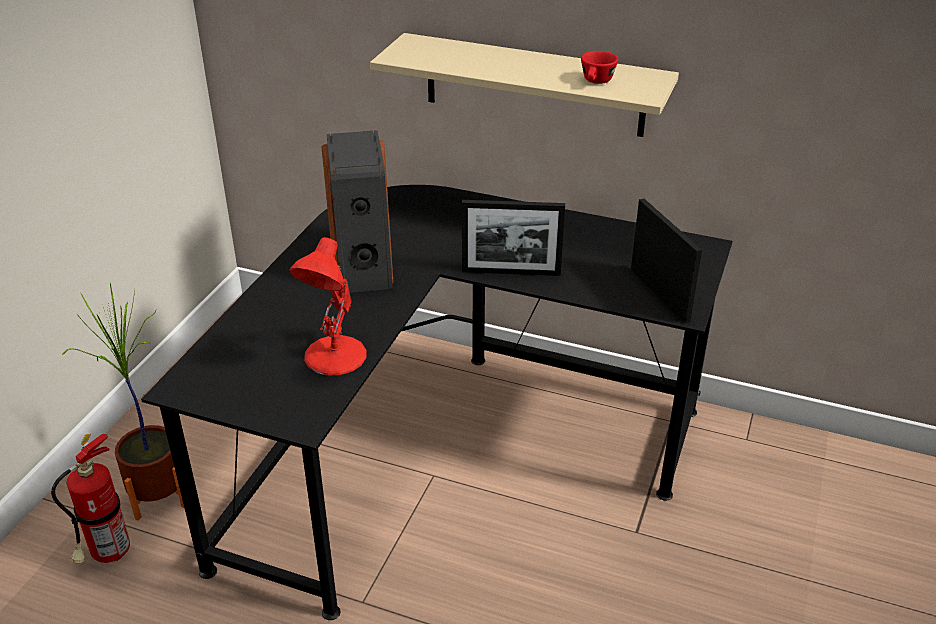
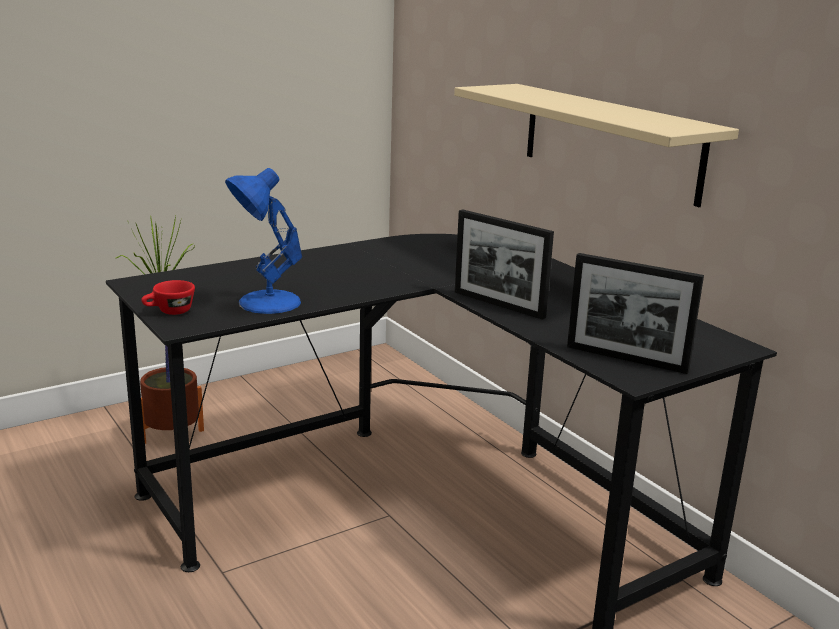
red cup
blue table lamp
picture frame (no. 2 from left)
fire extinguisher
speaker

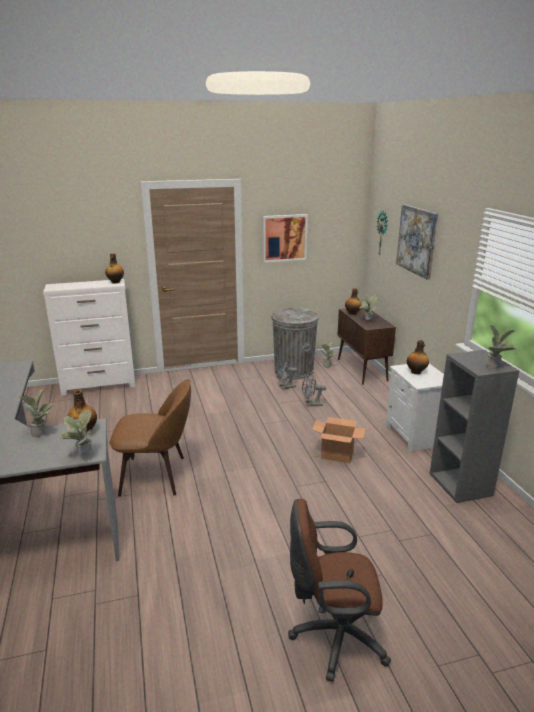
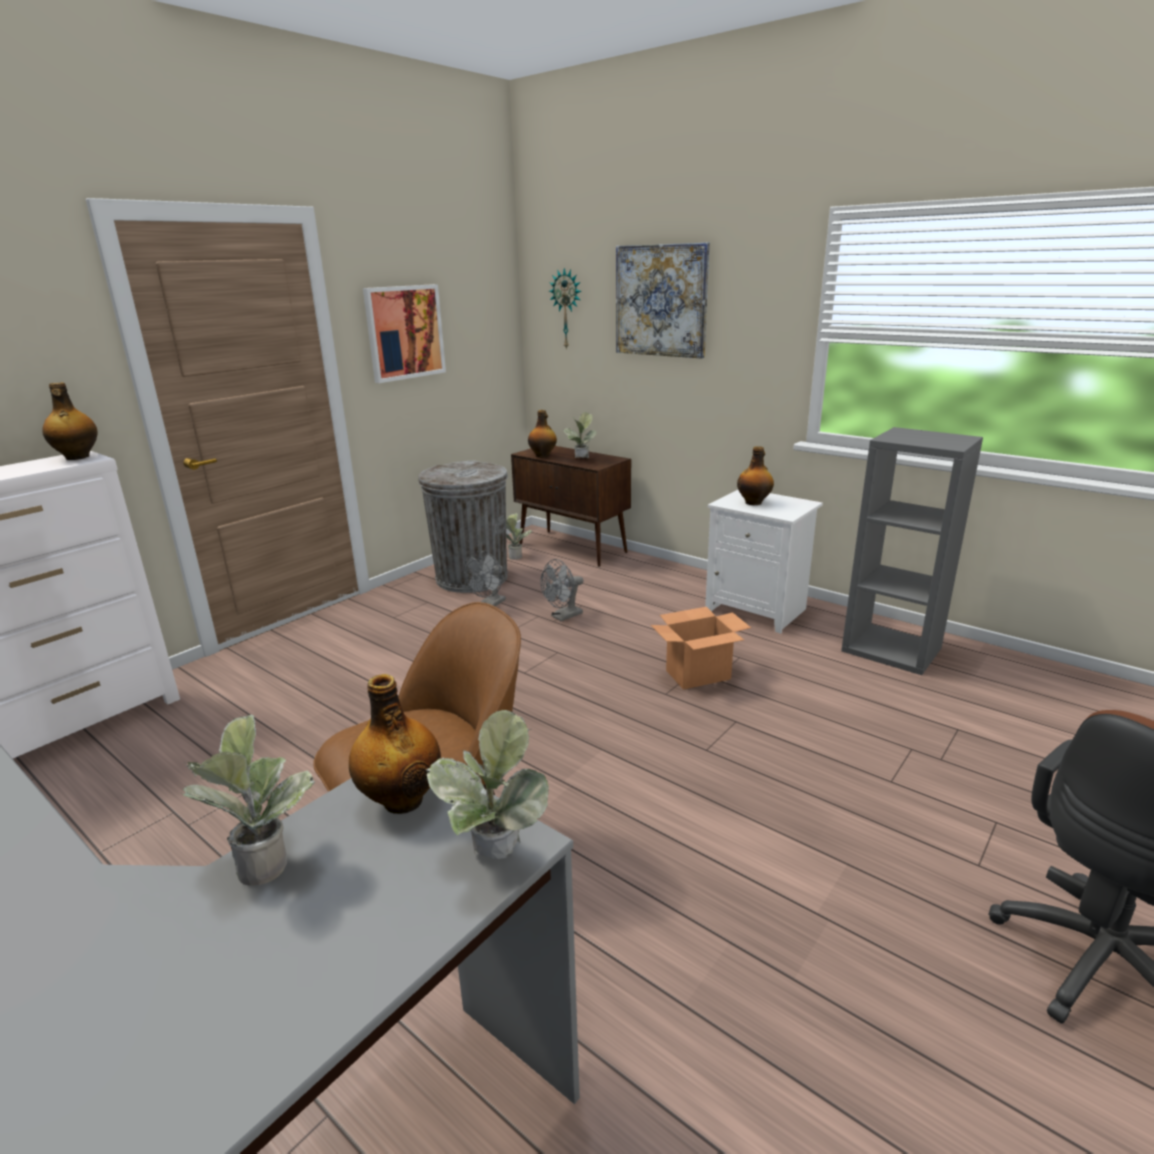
potted plant (no. 5 from left in the first image)

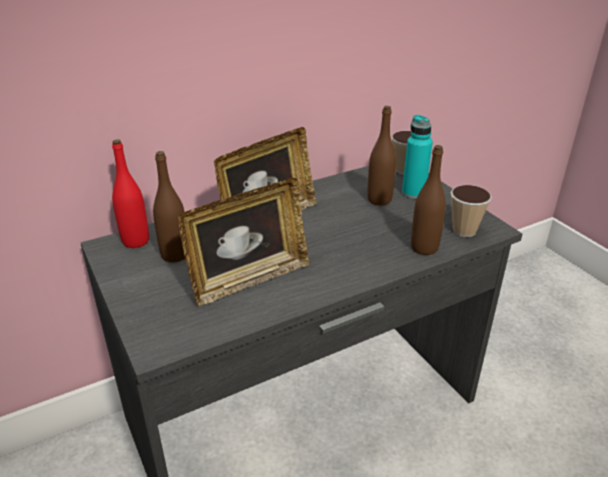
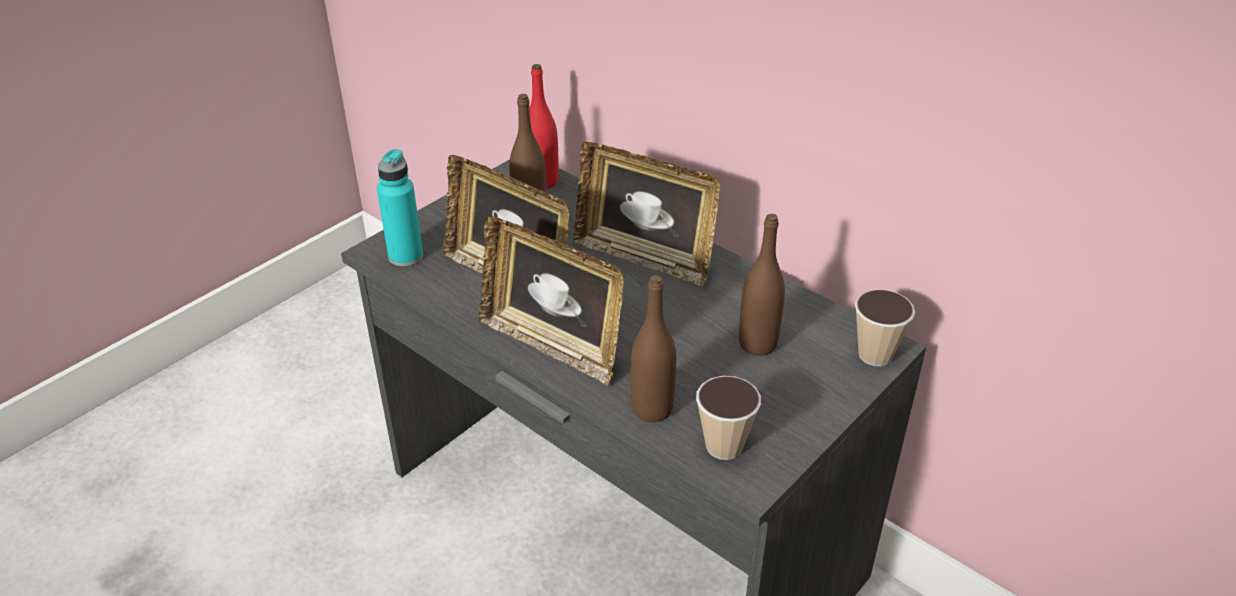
turquoise bottle
picture frame (no. 2 from left)

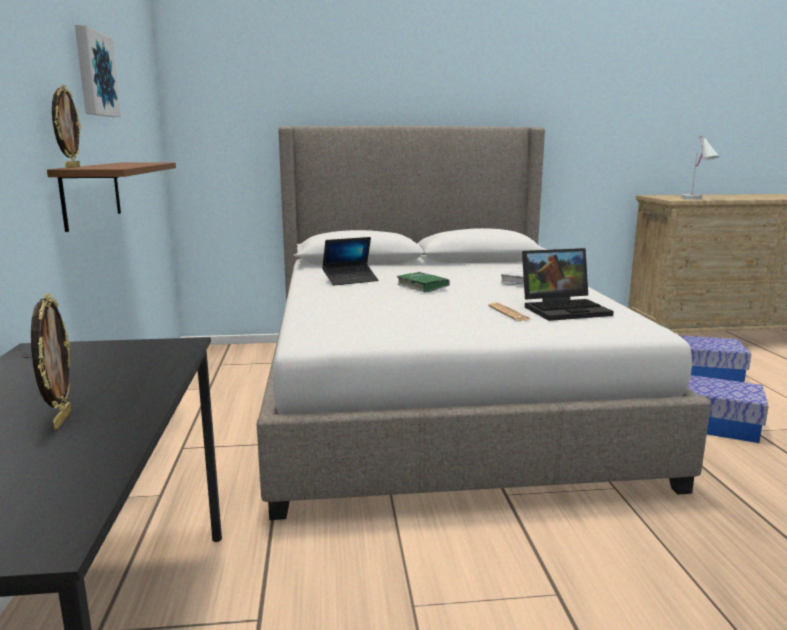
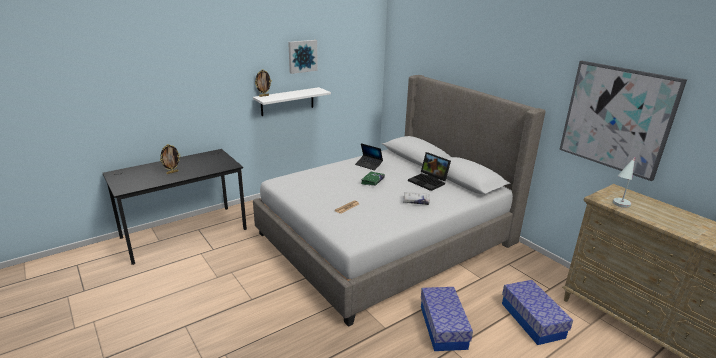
white shelf
laptop (no. 2 from left)
picture (no. 2 from left)

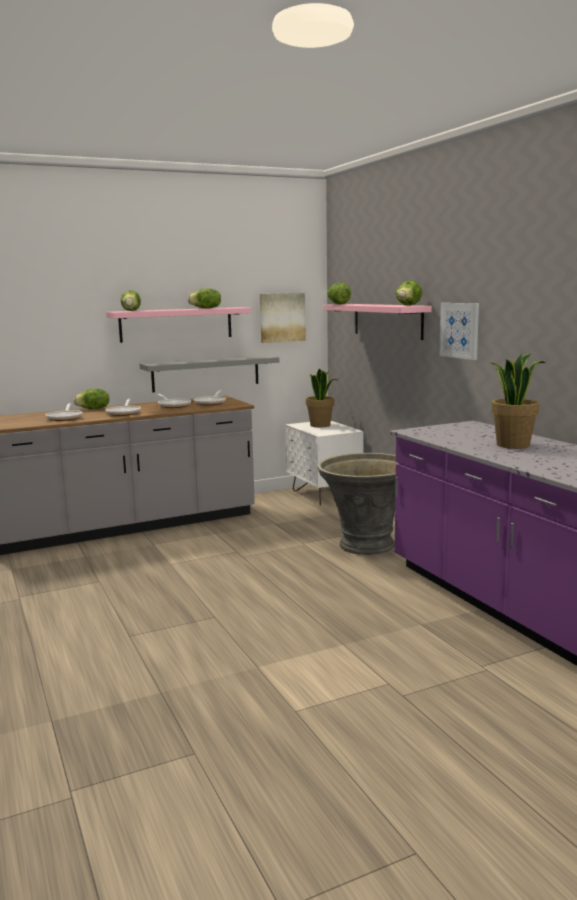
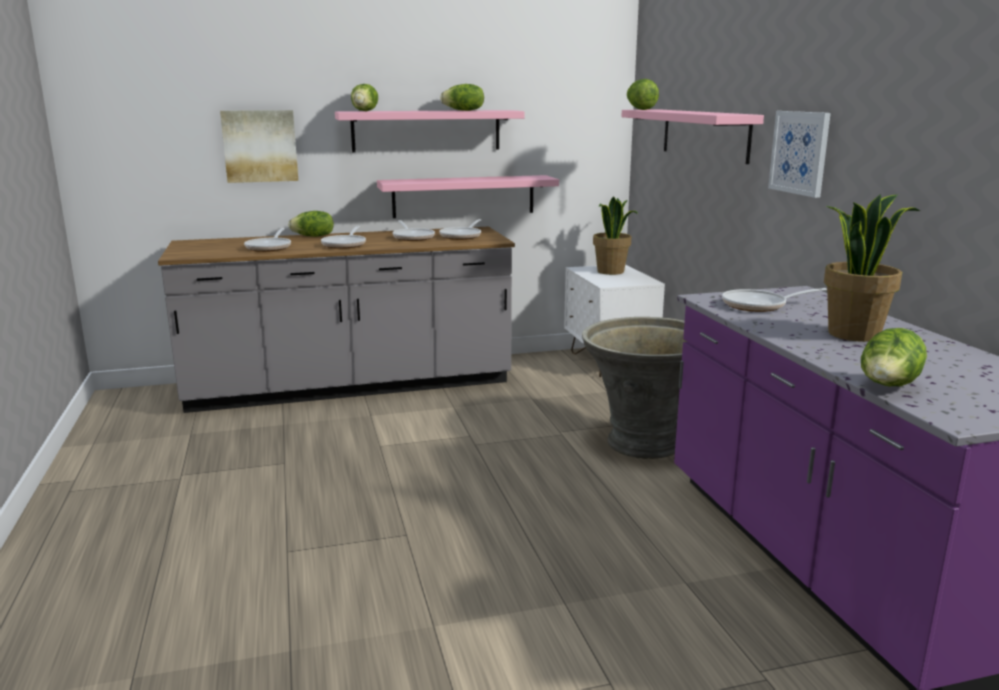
picture (no. 1 from left)
pink shelf (no. 2 from left)
frying pan (no. 5 from left)
lettuce (no. 5 from left)

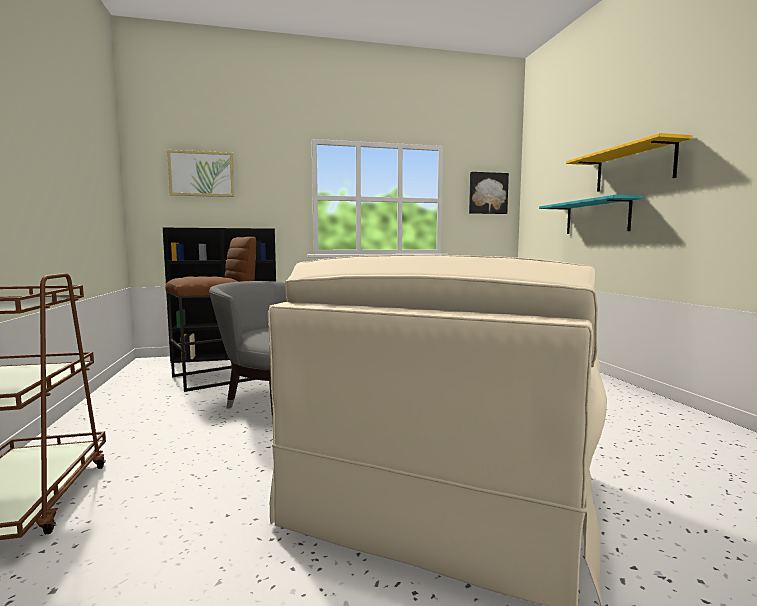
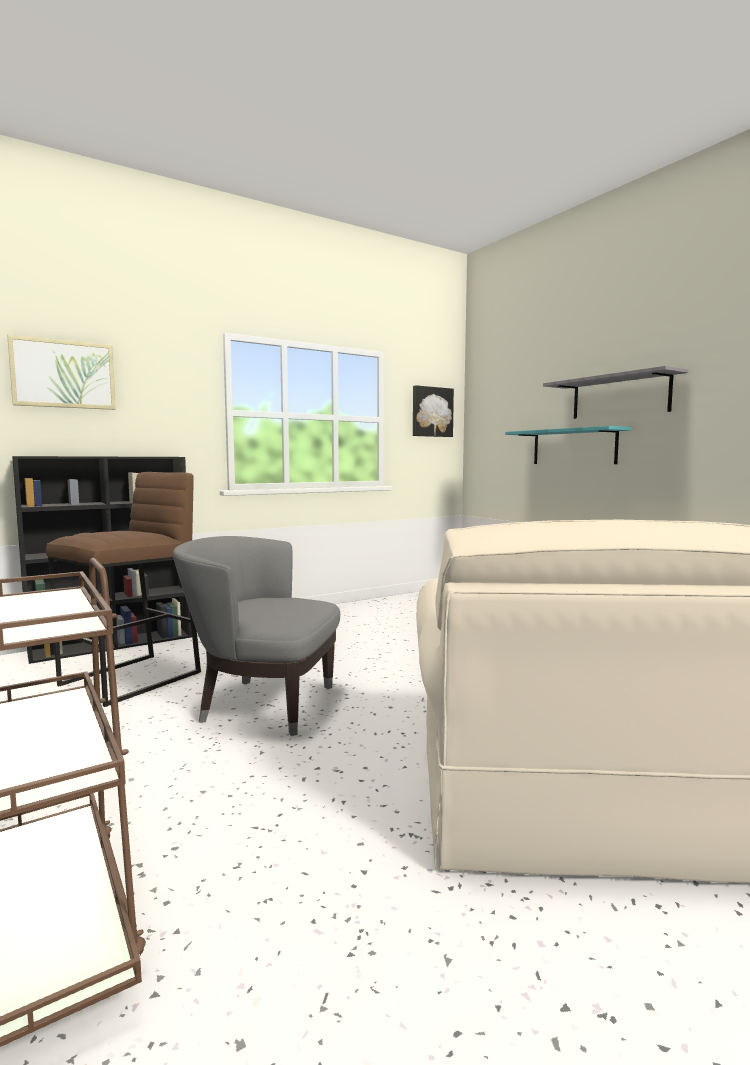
grey shelf

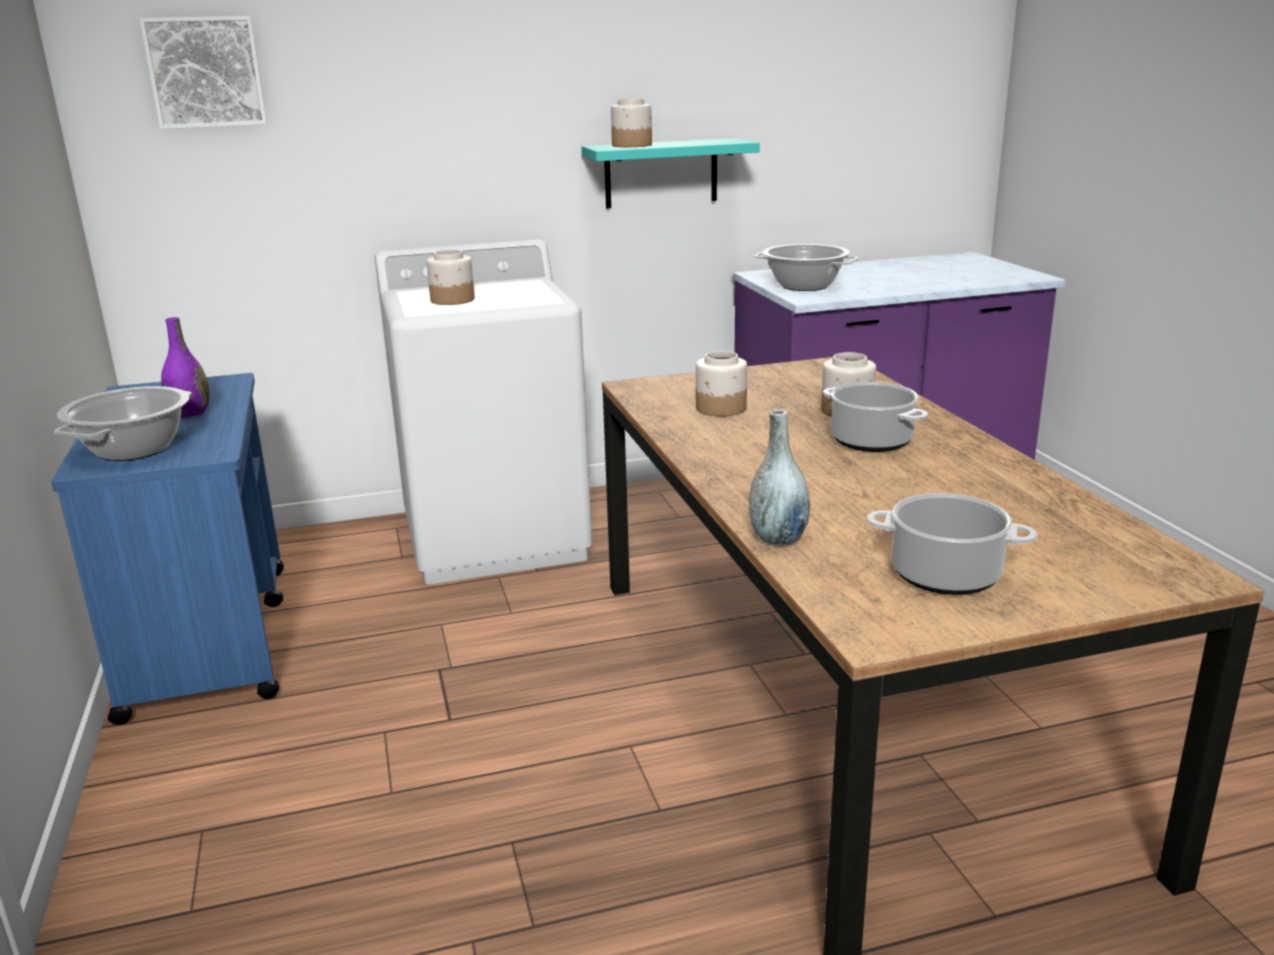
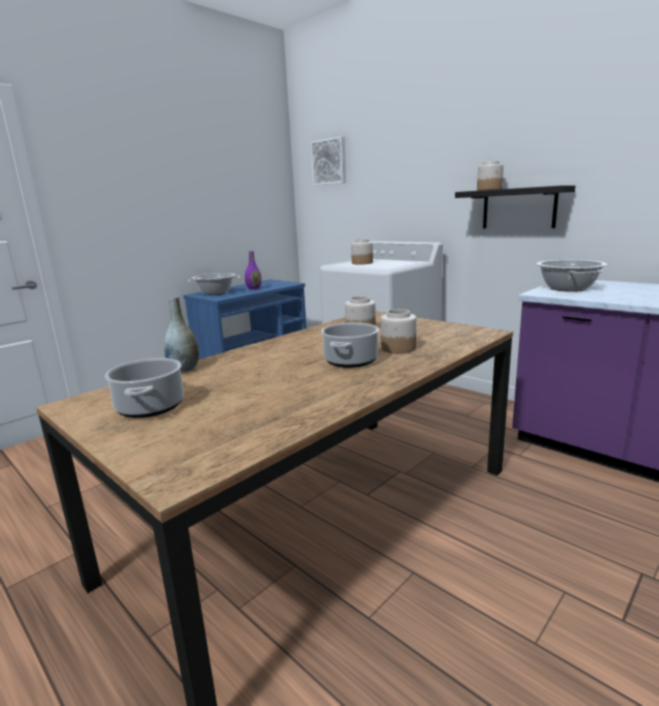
black shelf

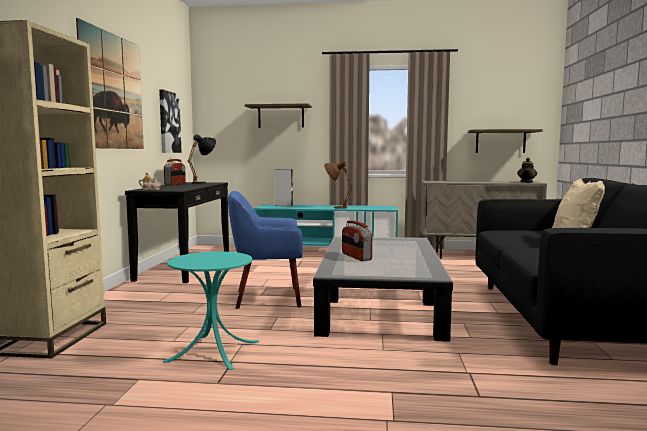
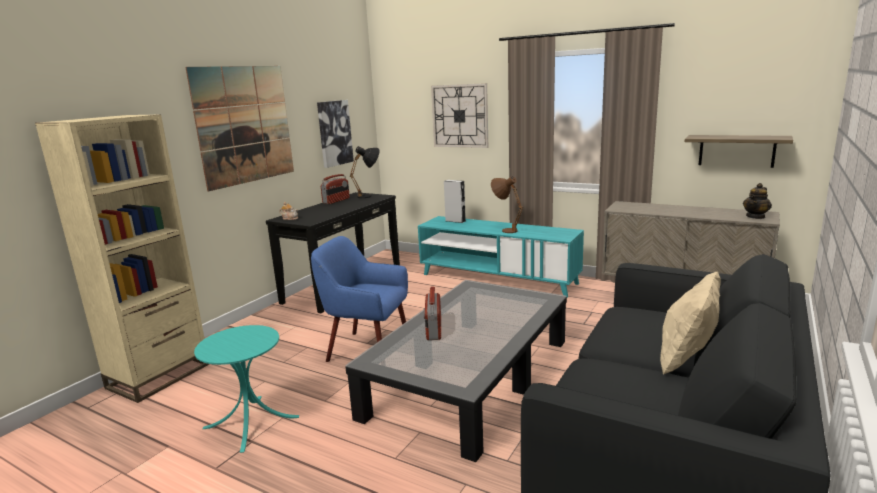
wall clock

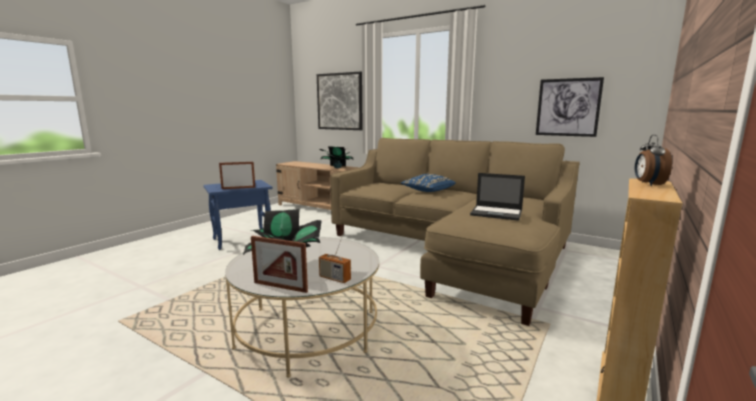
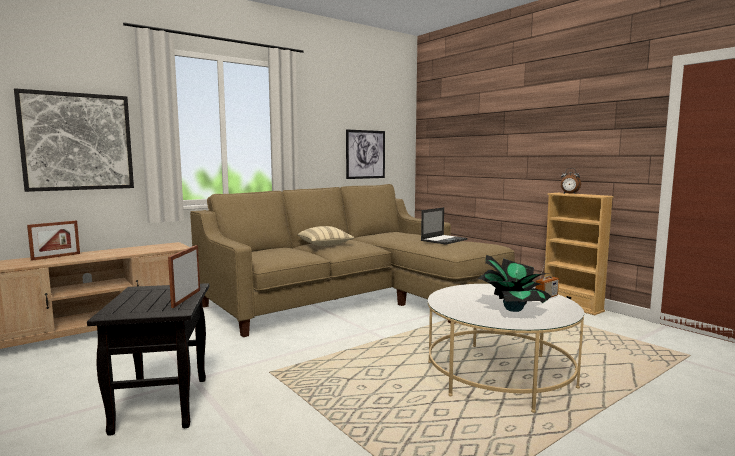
picture frame (no. 1 from left)
black side table
beige pillow
potted plant (no. 2 from left in the first image)

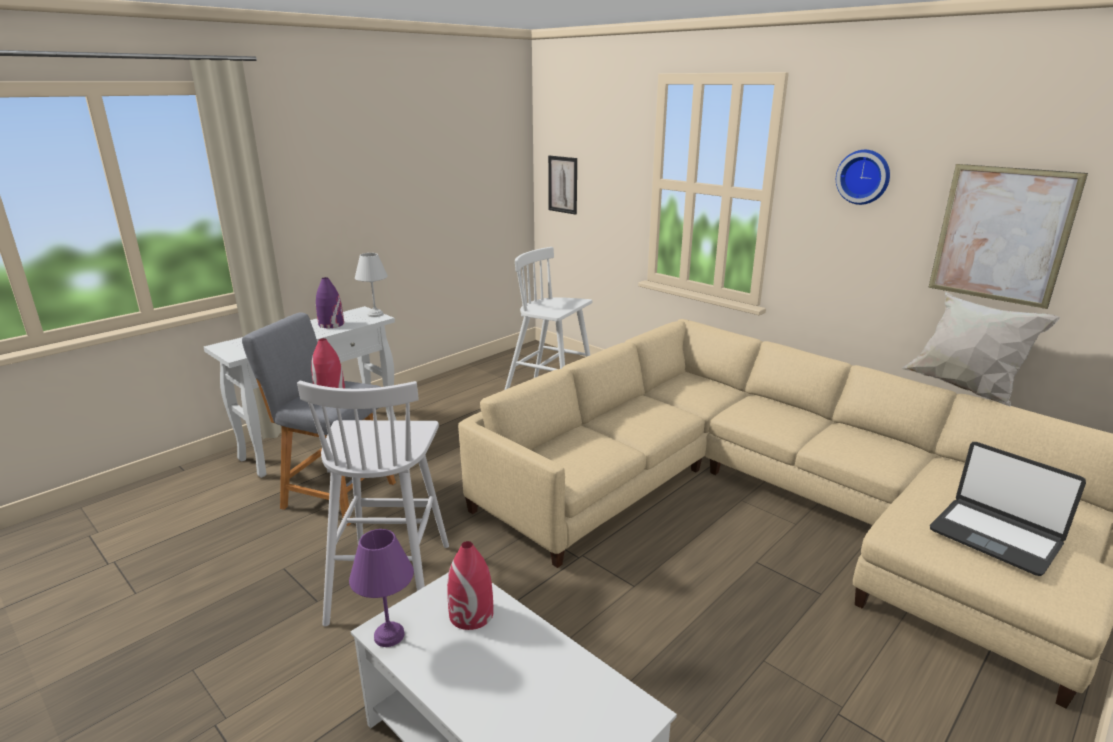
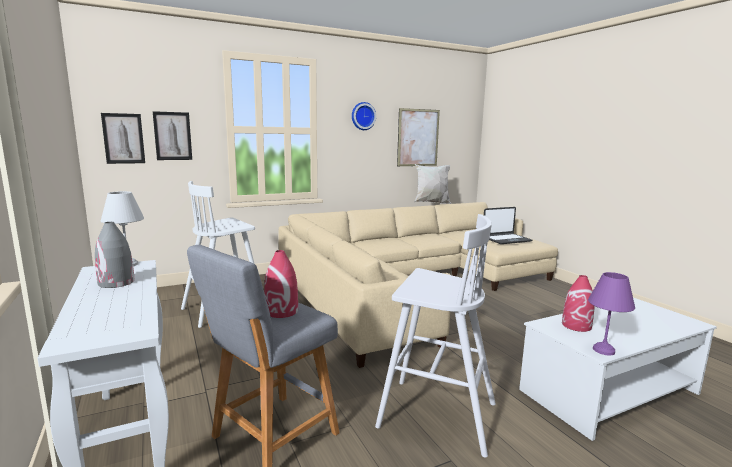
grey vase
picture (no. 2 from left)

